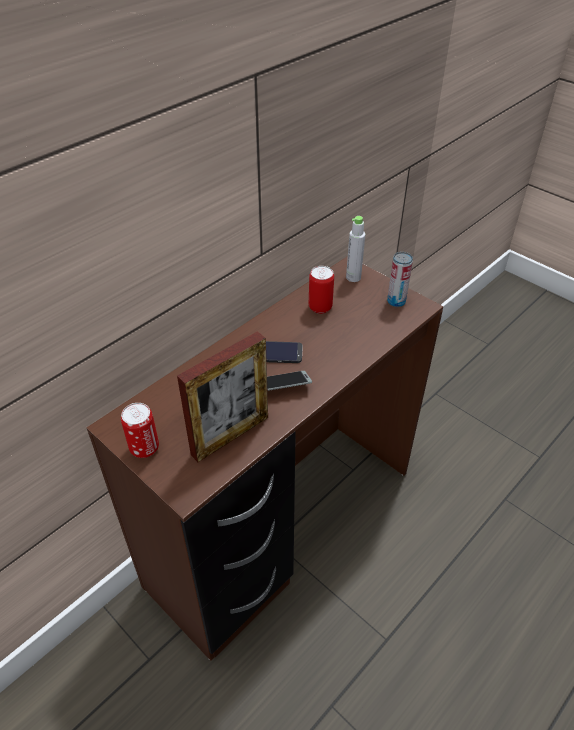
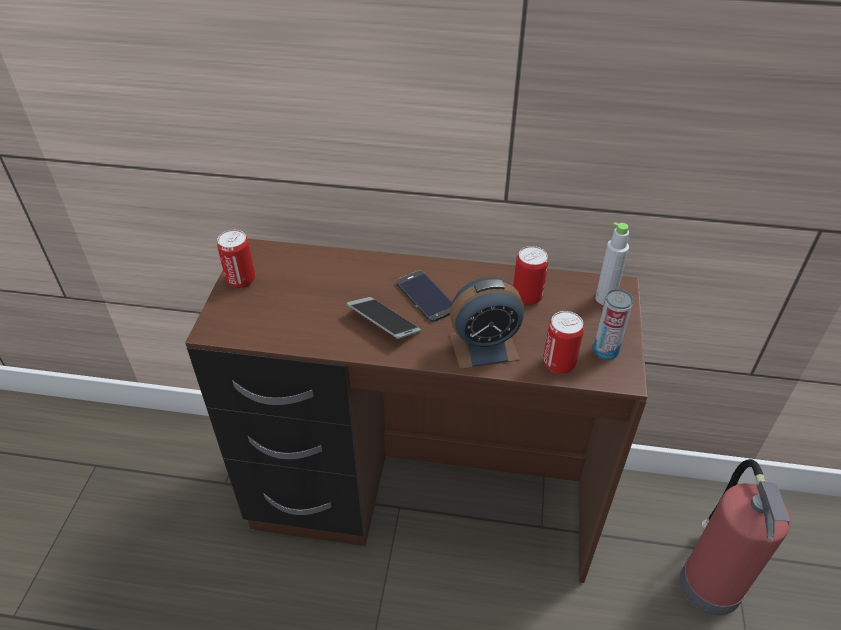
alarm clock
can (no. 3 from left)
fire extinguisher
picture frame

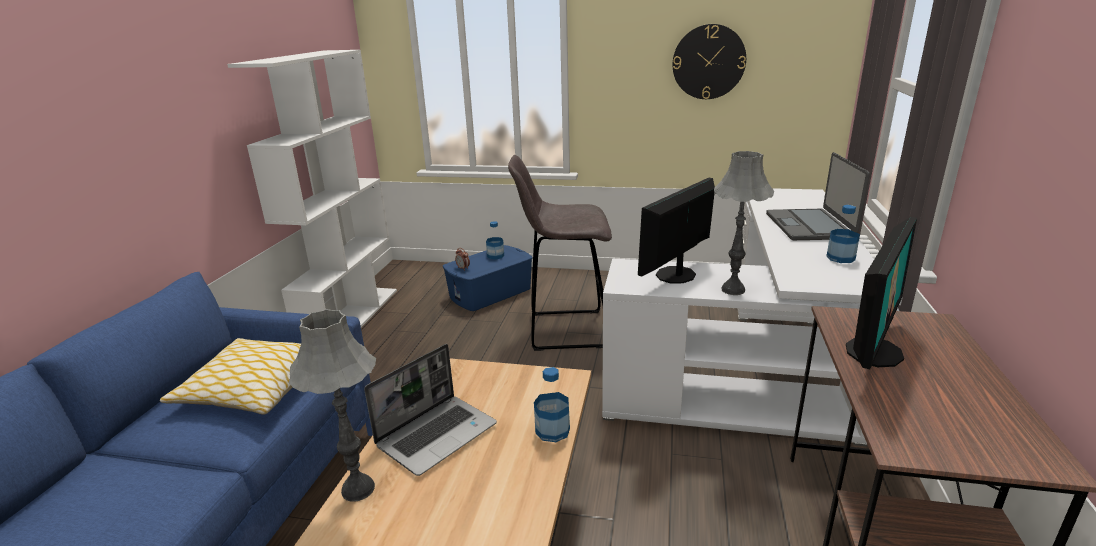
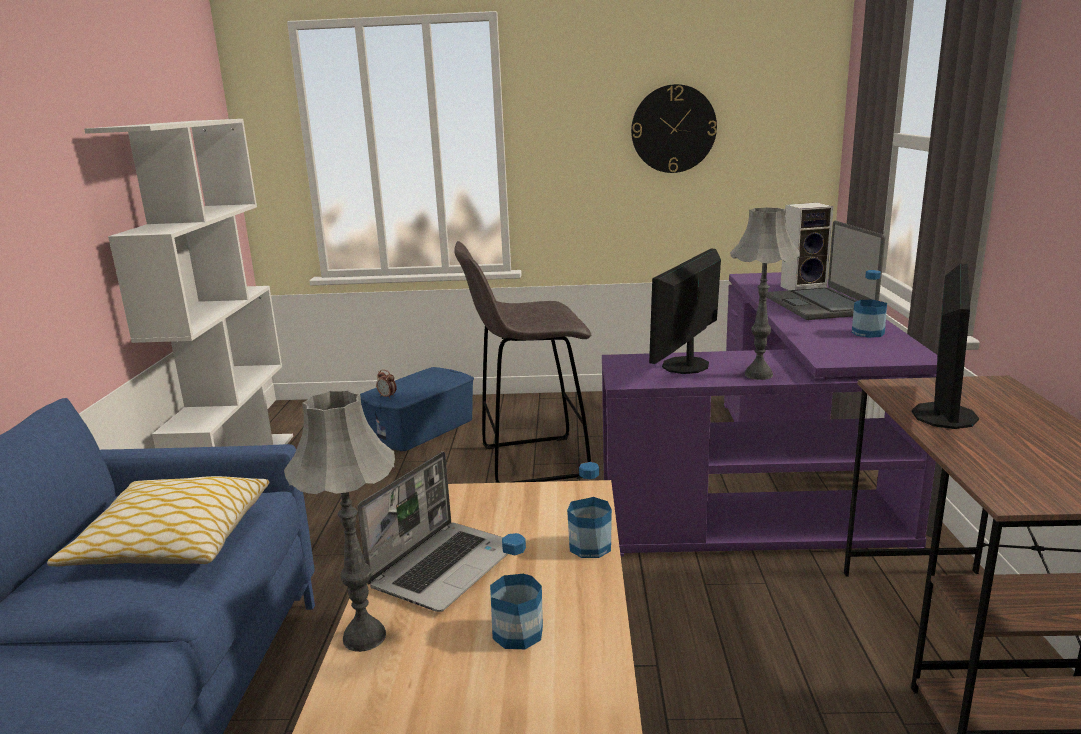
bottle (no. 1 from left)
purple desk
speaker

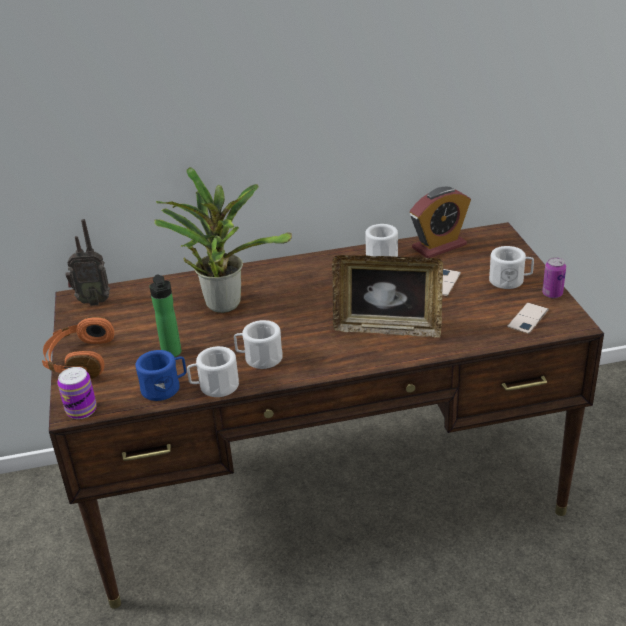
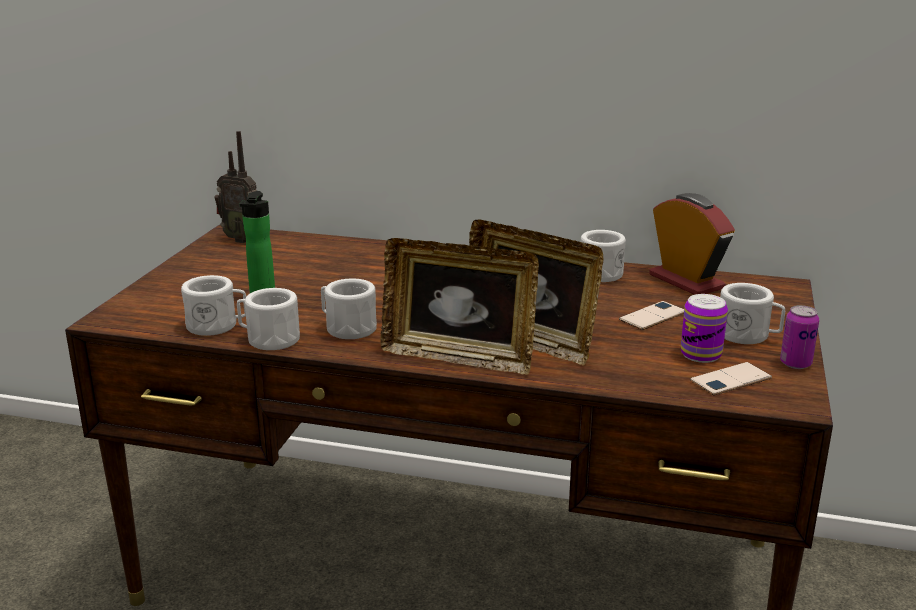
white mug (no. 1 from left)
picture frame (no. 1 from left)
alarm clock
can (no. 1 from left)
orange headphones
potted plant

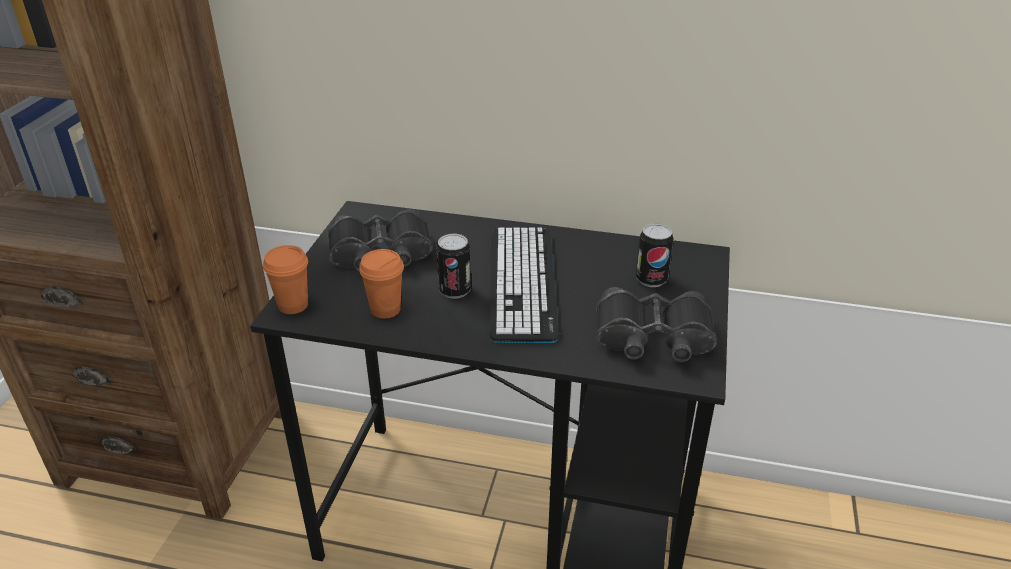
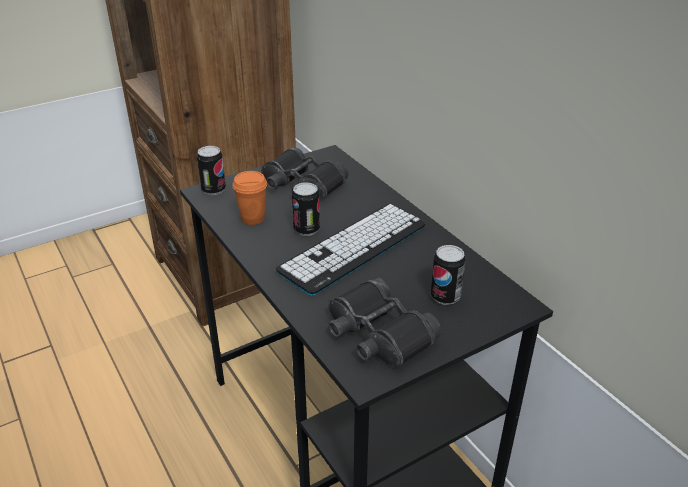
can (no. 1 from left)

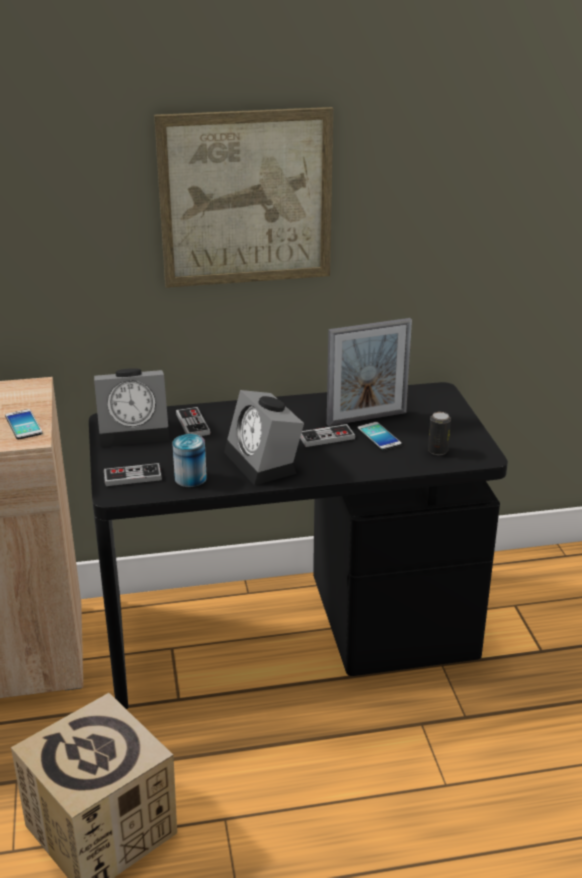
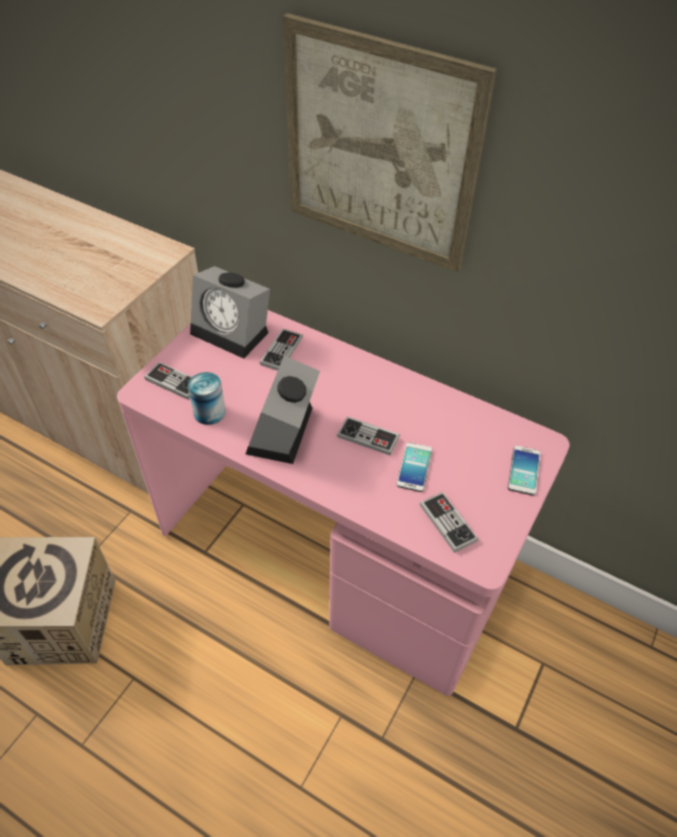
pink desk
game controller (no. 4 from left)
phone (no. 2 from left)
picture frame

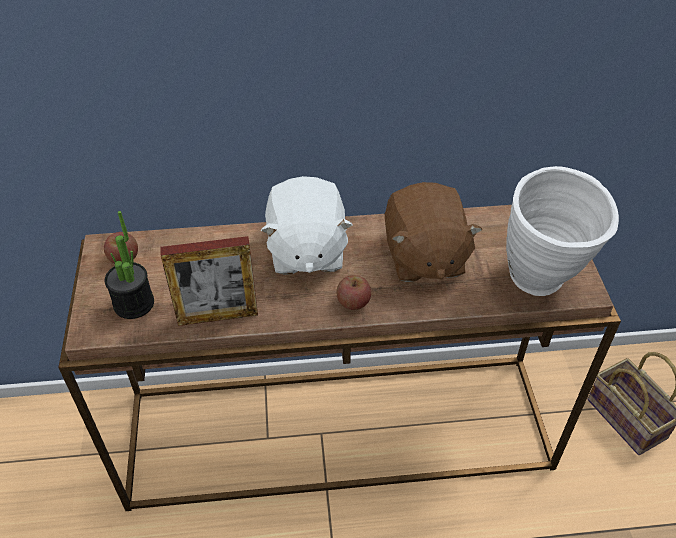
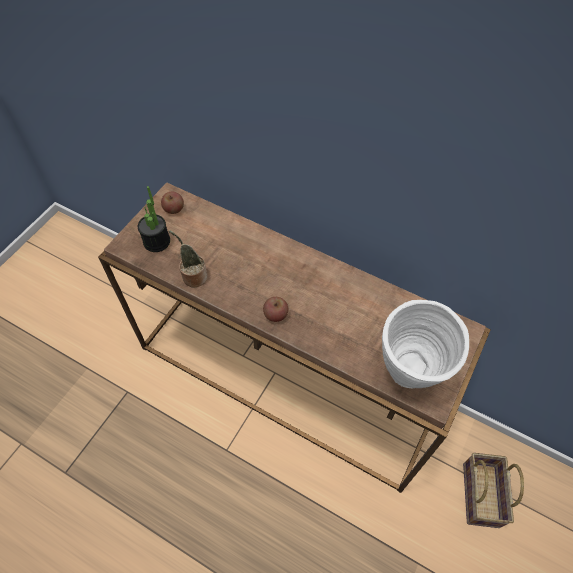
potted plant (no. 2 from left)
white plush toy
brown plush toy

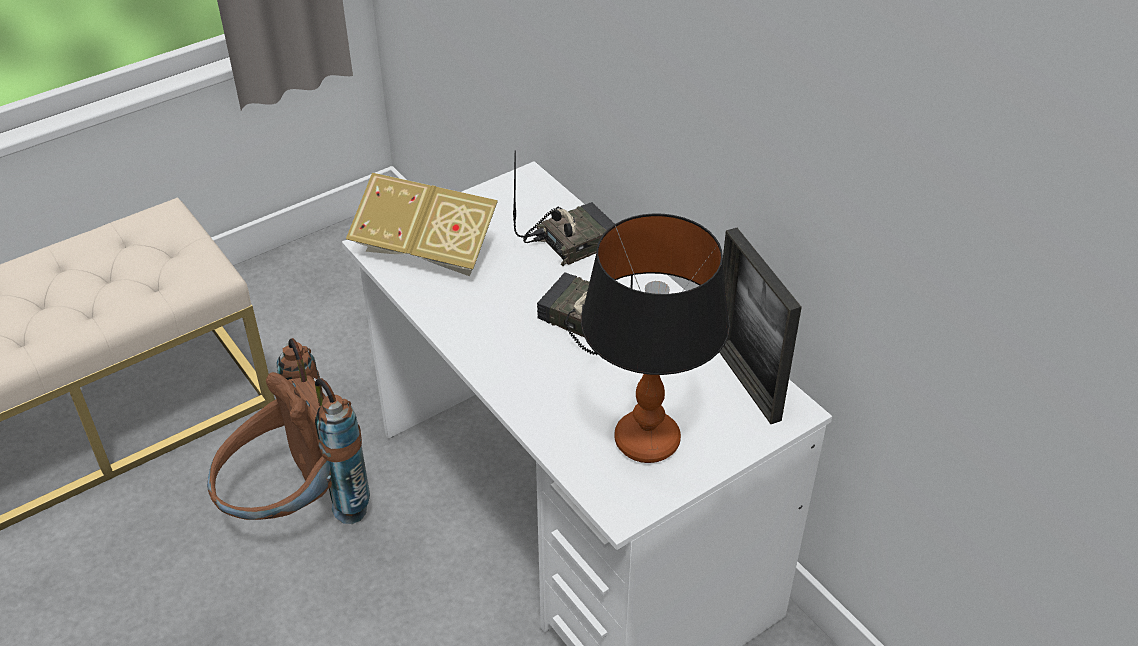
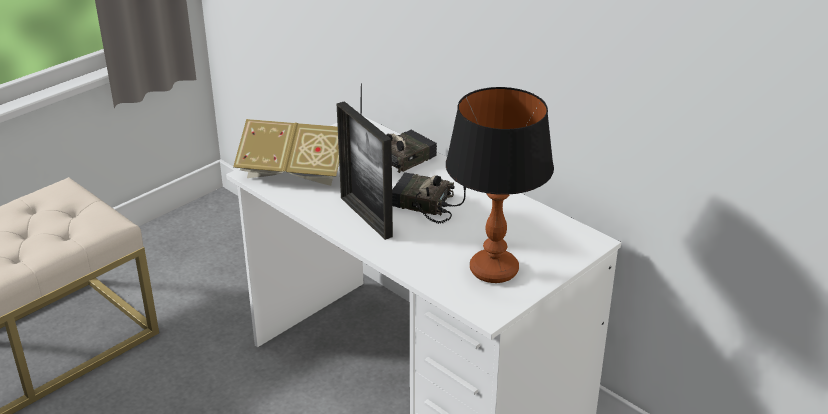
picture frame
brown backpack

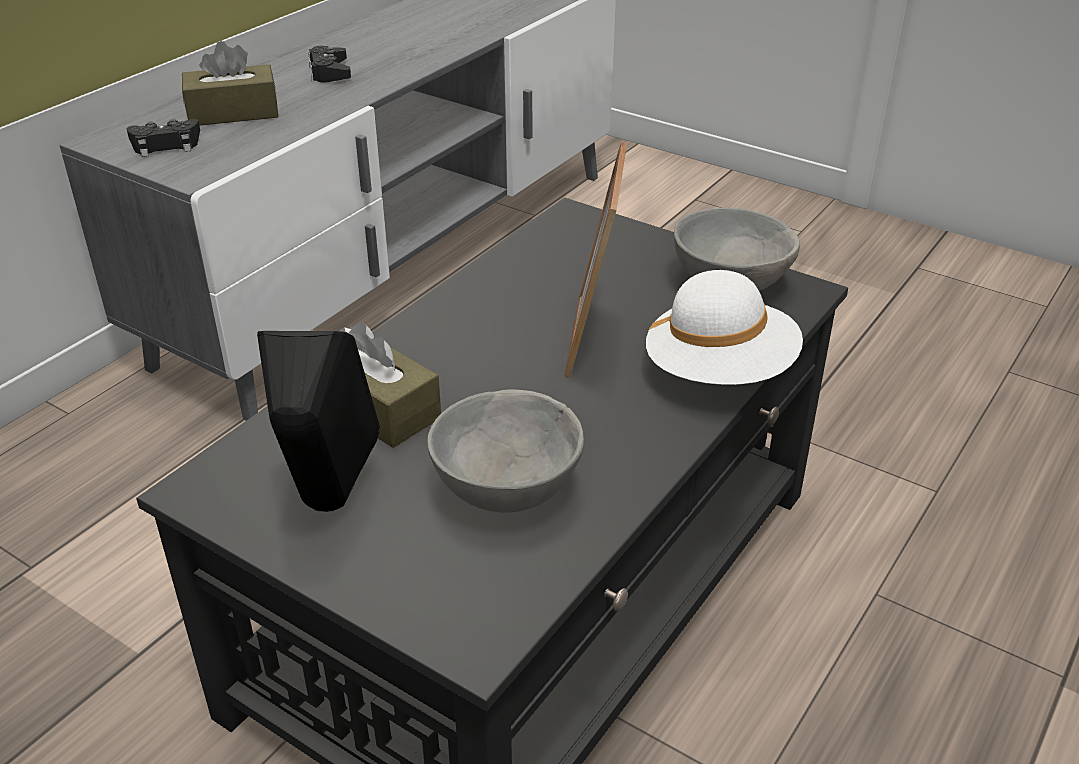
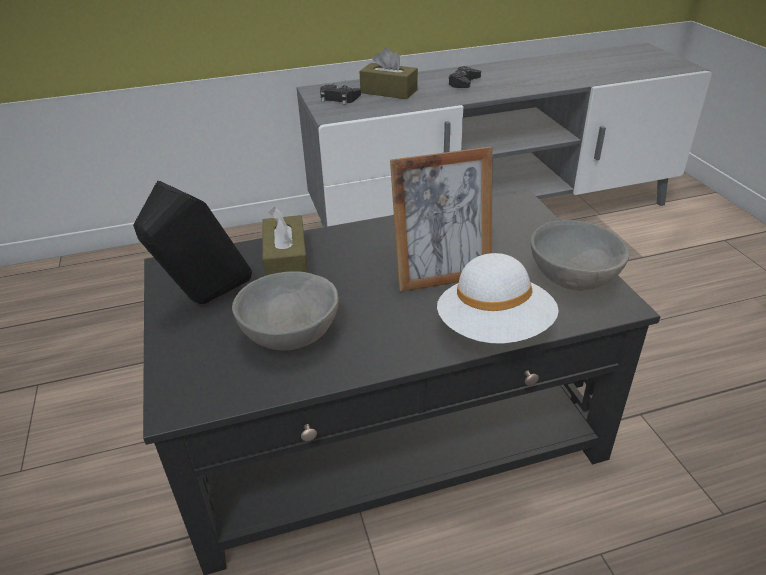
picture frame

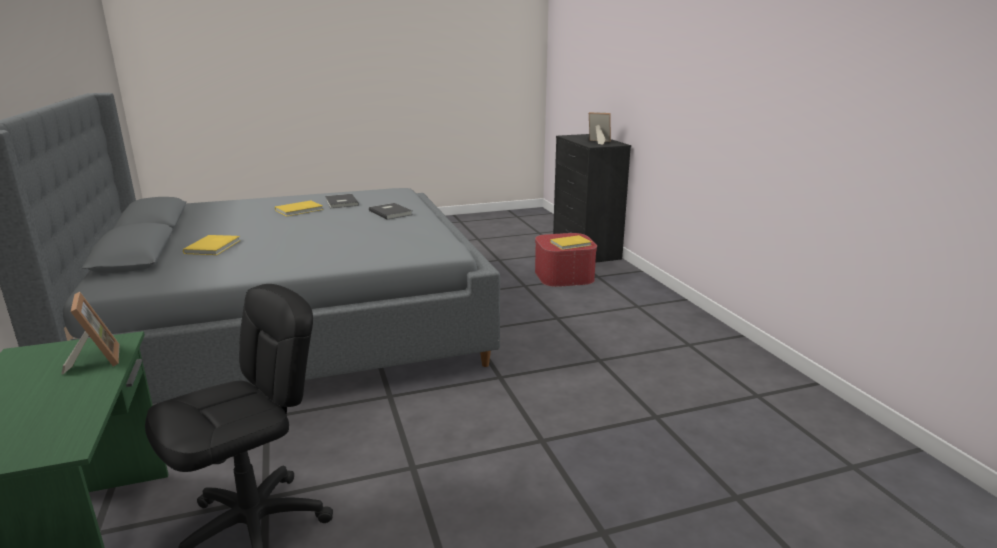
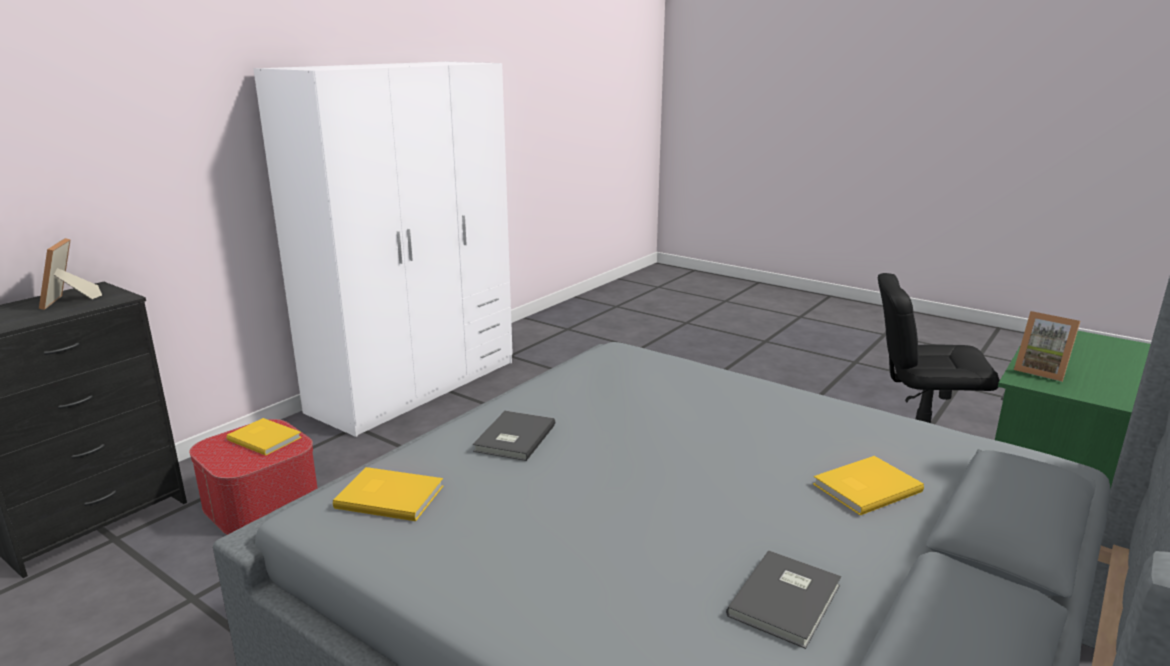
white wardrobe
yellow book (no. 2 from left)
grey book (no. 2 from left)
picture frame (no. 2 from left)

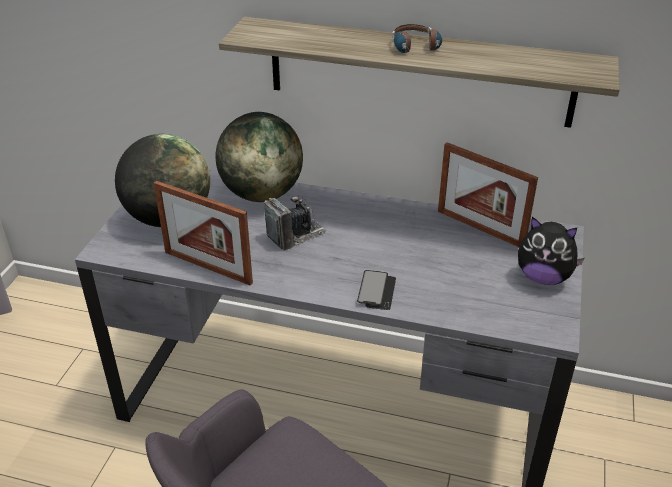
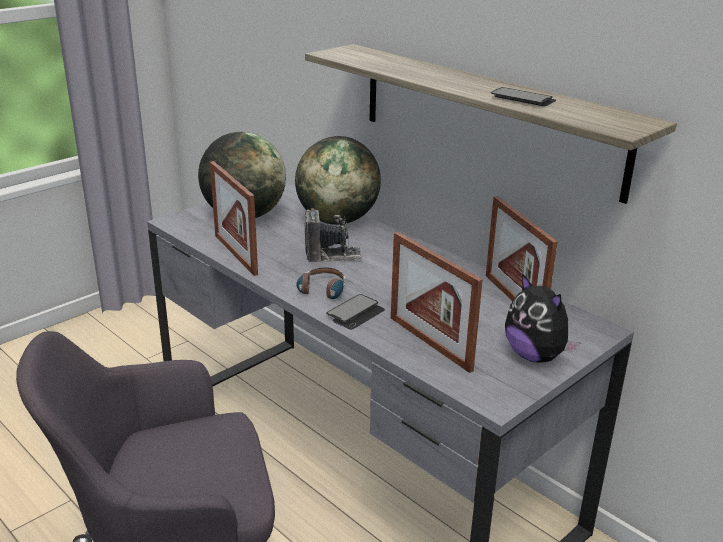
headphones
picture frame (no. 2 from left)
phone (no. 2 from left)

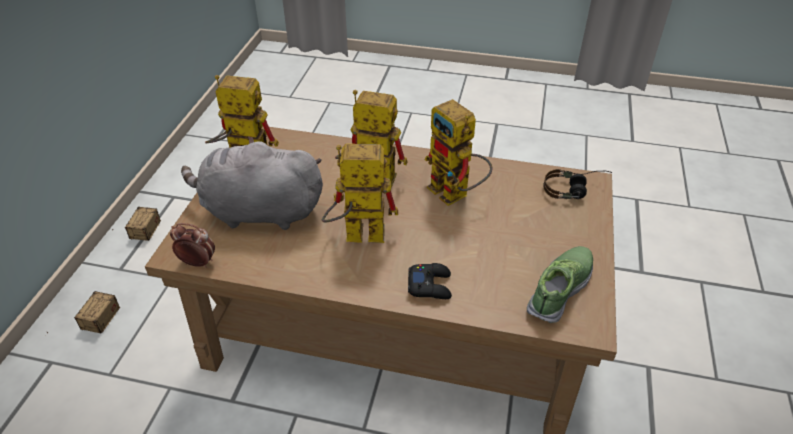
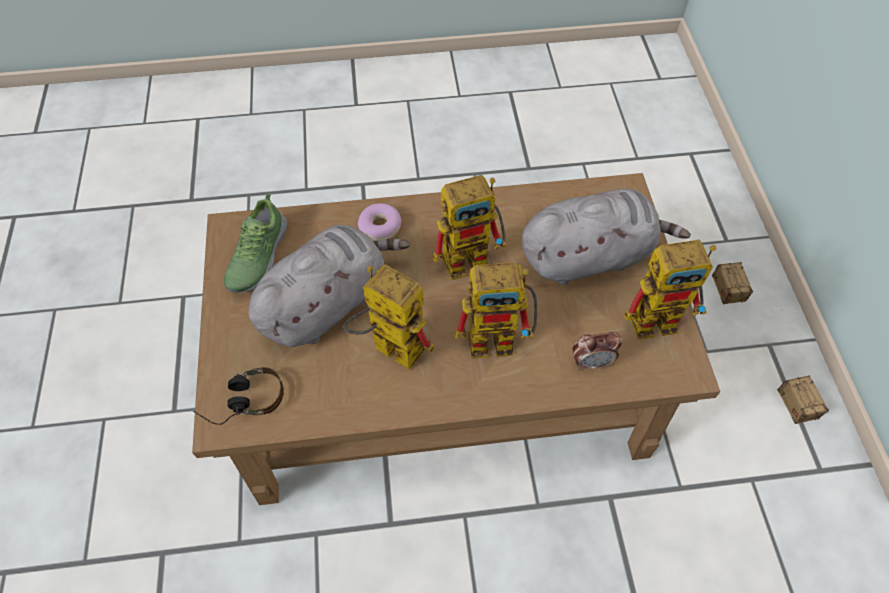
grey plush toy (no. 1 from left)
donut
alarm clock

